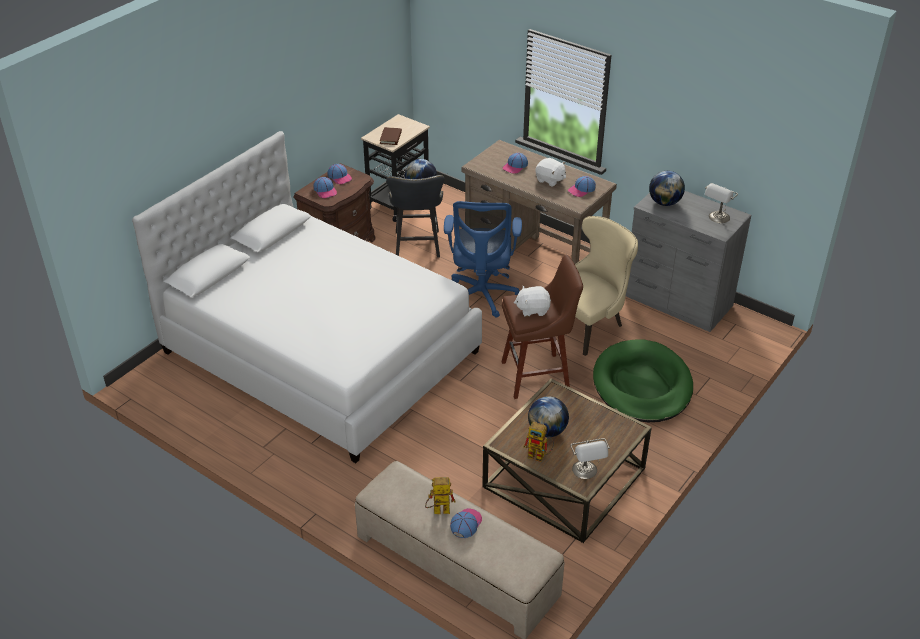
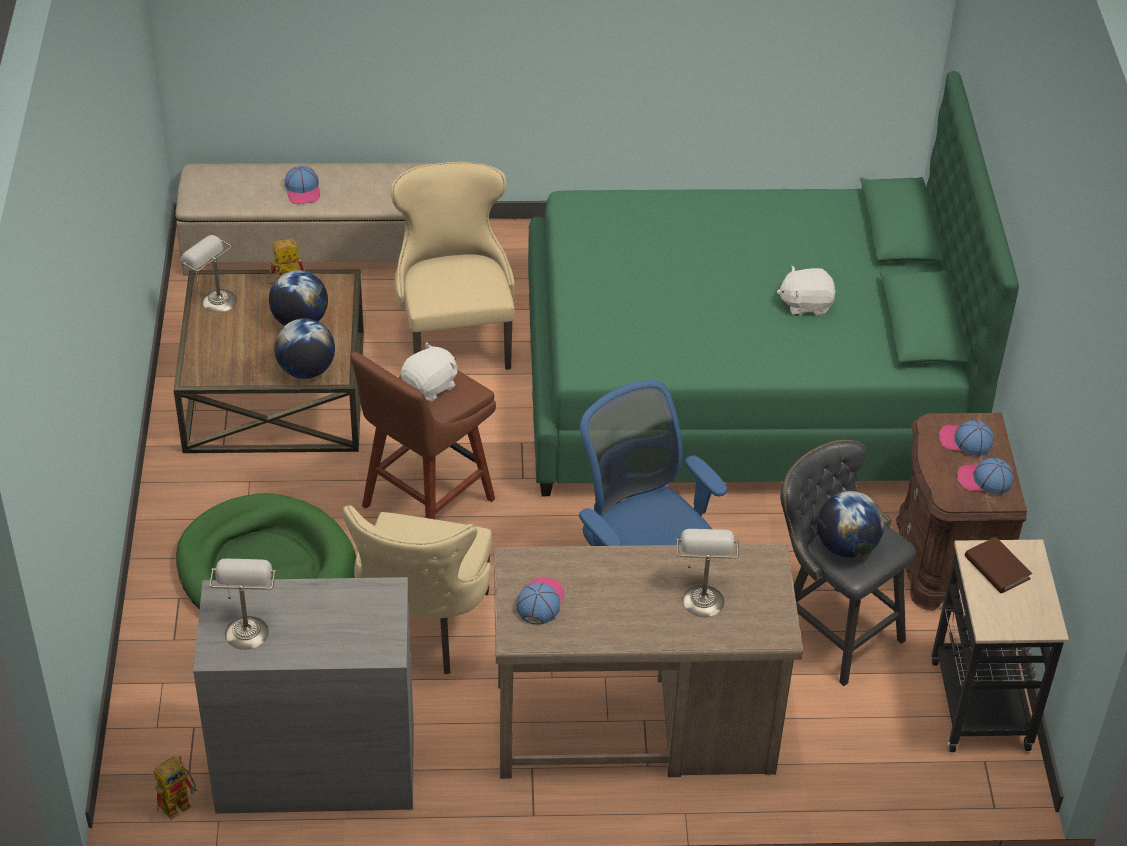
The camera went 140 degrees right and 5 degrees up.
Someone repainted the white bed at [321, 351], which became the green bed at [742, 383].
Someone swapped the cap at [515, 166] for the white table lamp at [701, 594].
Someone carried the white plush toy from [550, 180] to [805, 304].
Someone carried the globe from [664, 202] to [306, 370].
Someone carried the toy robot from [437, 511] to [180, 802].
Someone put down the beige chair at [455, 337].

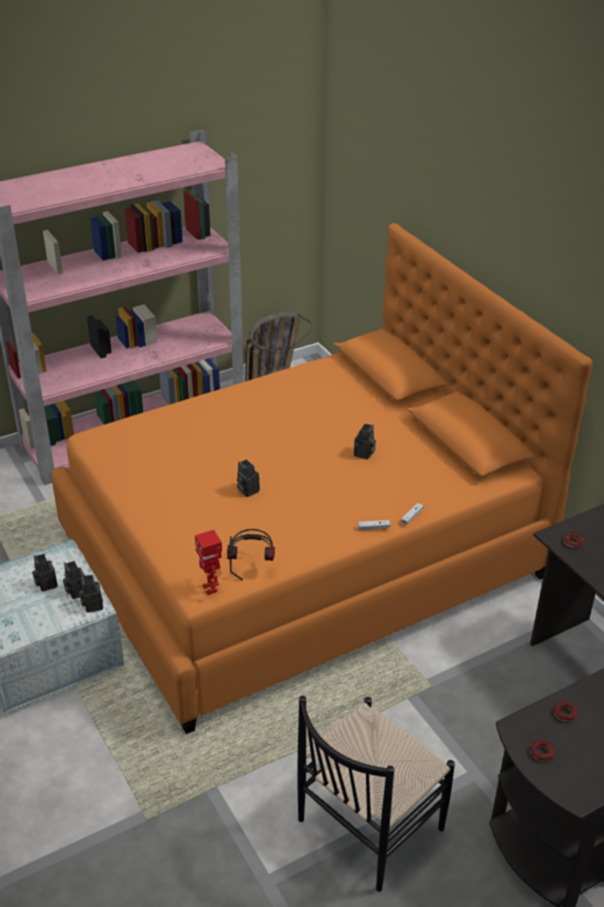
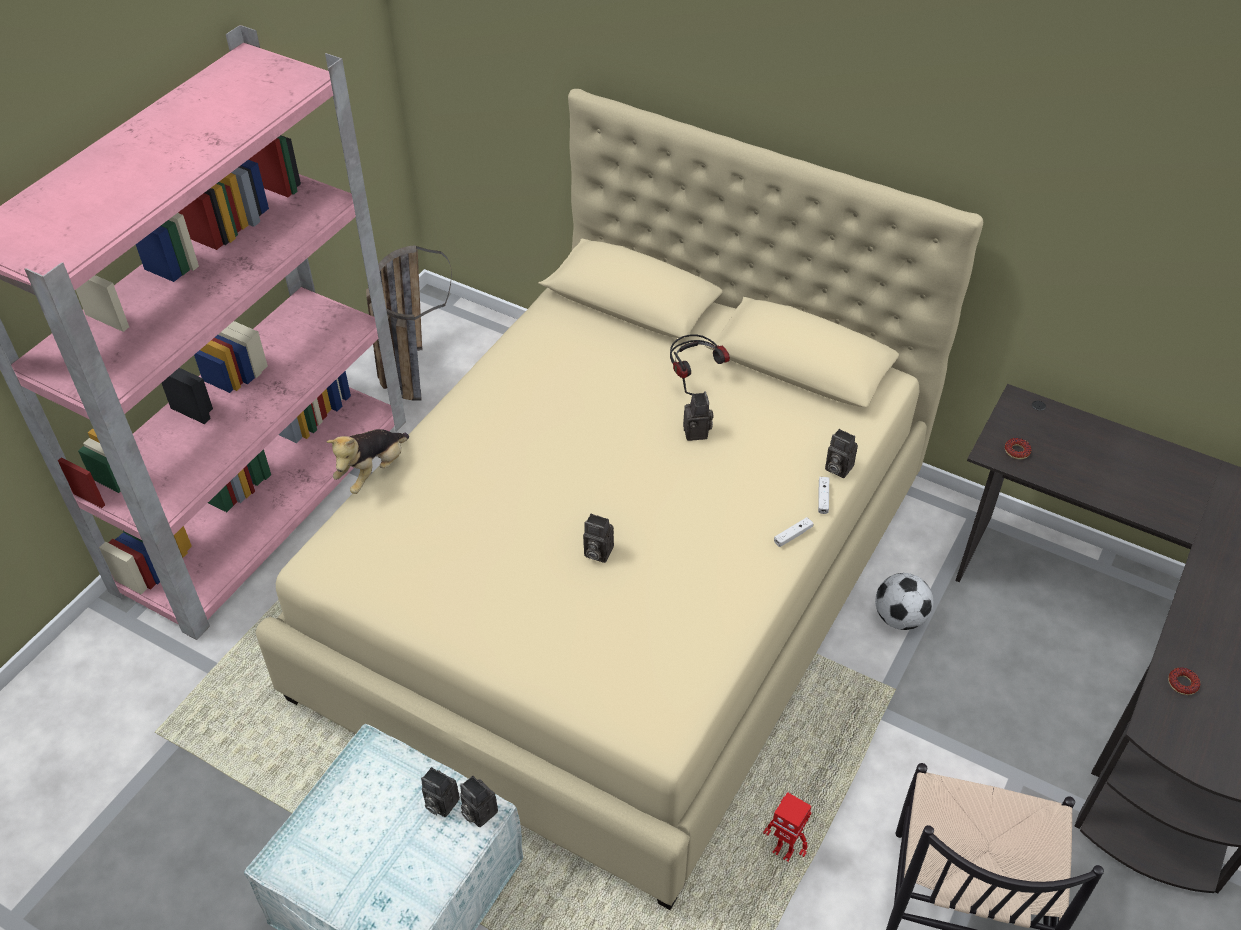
The camera went 30 degrees left and 10 degrees up.
Someone repainted the orange bed at [302, 554], which became the beige bed at [622, 584].
Someone carried the headphones from [252, 565] to [694, 378].
Someone carried the toy robot from [210, 588] to [784, 851].
Someone carried the photo camera from [45, 584] to [837, 468].
Someone took away the donut at [541, 753].
Someone put down the plush toy at [373, 471].
Someone put down the football at [899, 618].

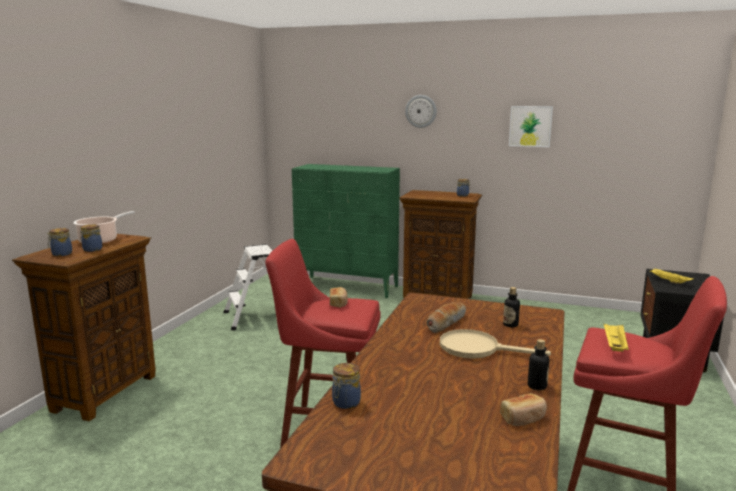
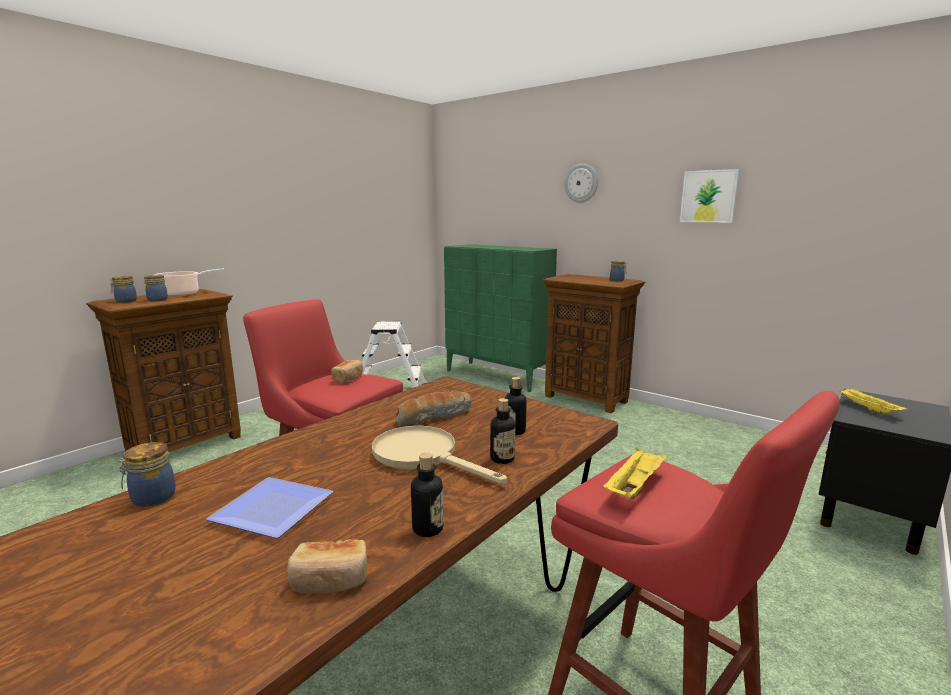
The camera went 20 degrees right and 0 degrees up.
Someone put down the bottle at [502, 459].
Someone put down the plate at [273, 512].

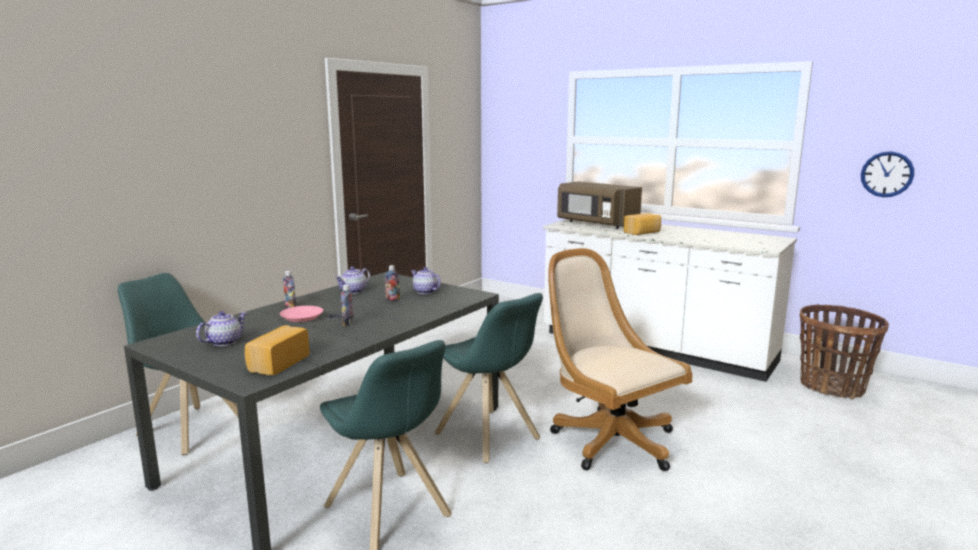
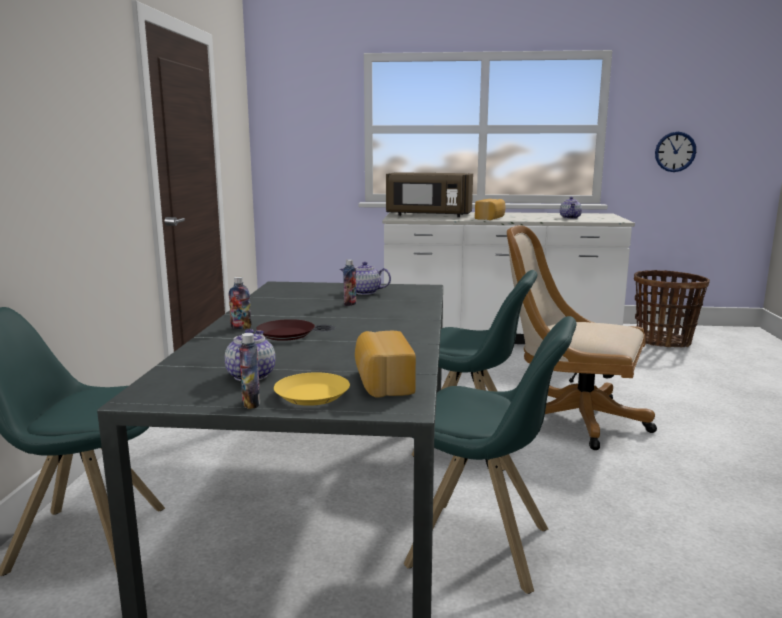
The camera went 30 degrees left and 0 degrees up.
Someone carried the teapot from [353, 291] to [570, 218].
Someone carried the bottle from [348, 324] to [251, 403].
Someone repainted the pink plate at [302, 317], which became the brown plate at [286, 334].
Someone put down the yellow plate at [311, 395].

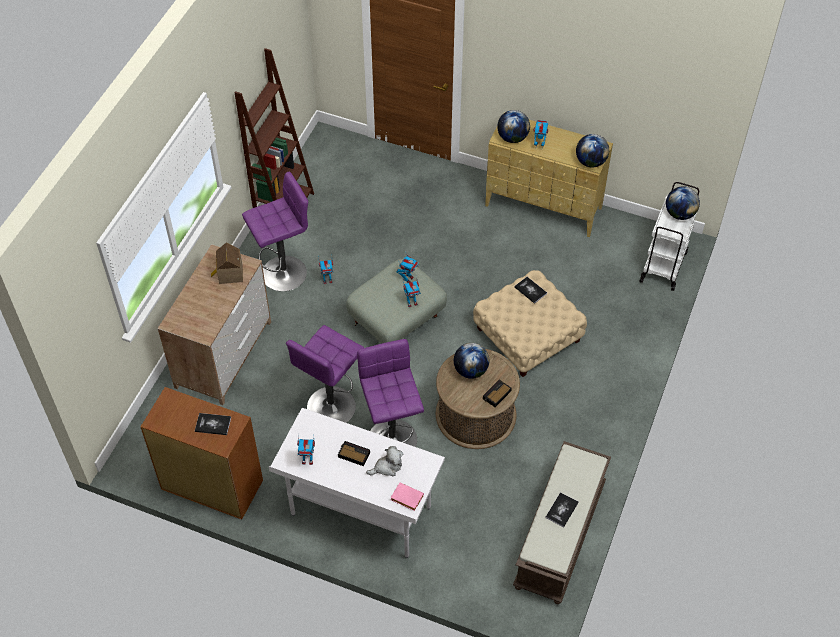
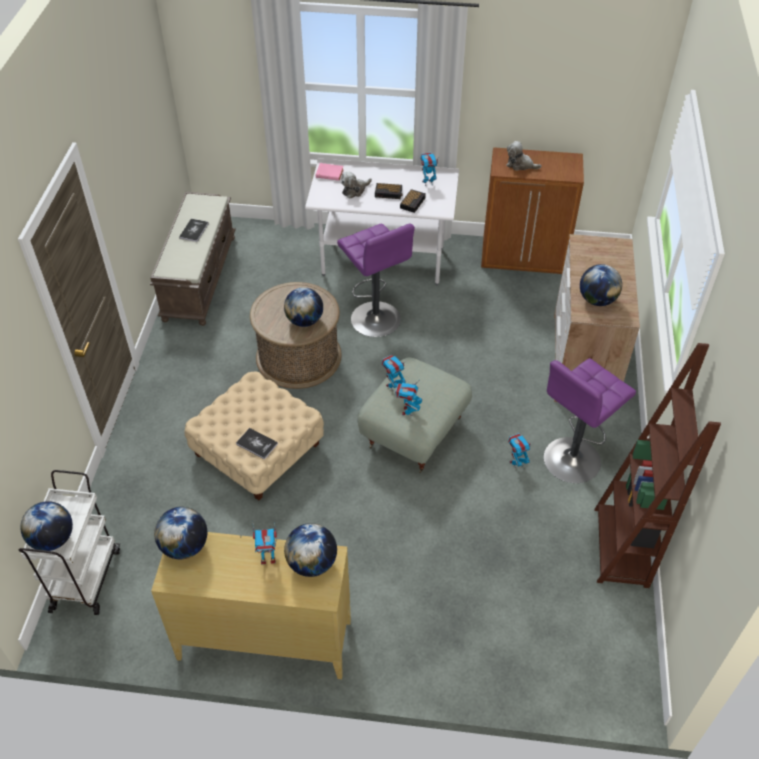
The camera went 165 degrees right and 5 degrees down.
Someone swapped the toy house at [229, 274] for the globe at [597, 300].
Someone took away the purple stool at [330, 407].
Someone carried the alarm clock from [496, 395] to [413, 202].
Someone swapped the book at [213, 424] for the plush toy at [520, 165].

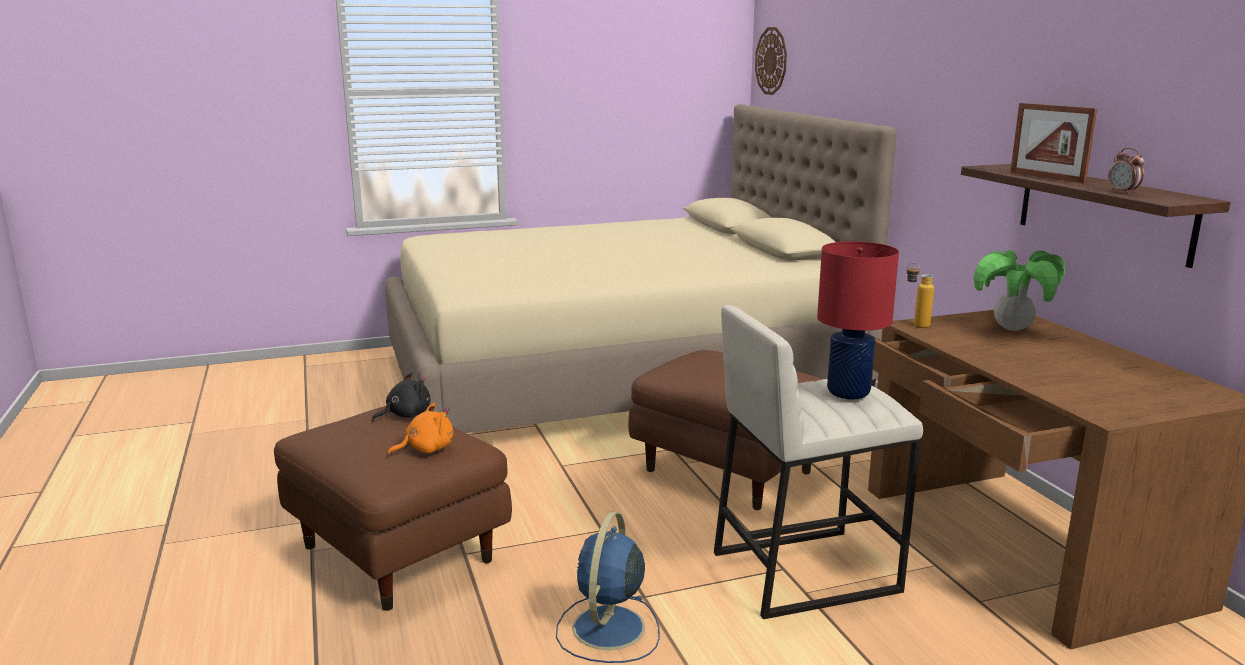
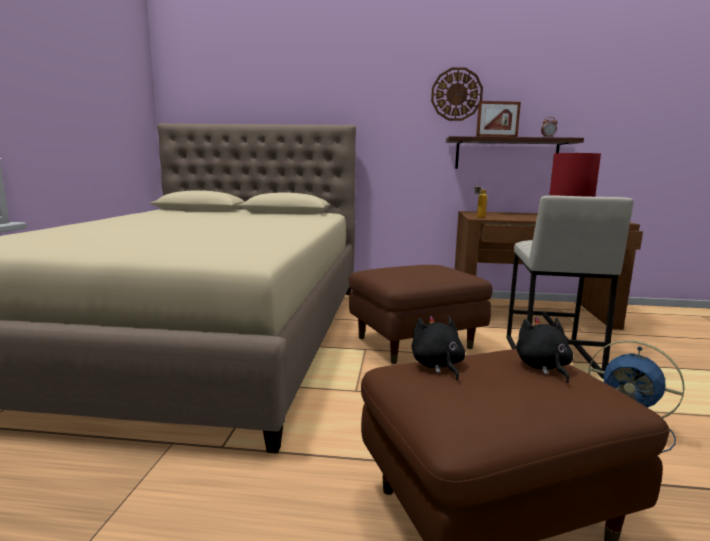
The camera went 65 degrees left and 5 degrees down.
Someone carried the wall clock from [771, 61] to [456, 94].
Someone took away the potted plant at [1012, 328].
Someone repainted the orange plush toy at [426, 449], which became the black plush toy at [543, 367].

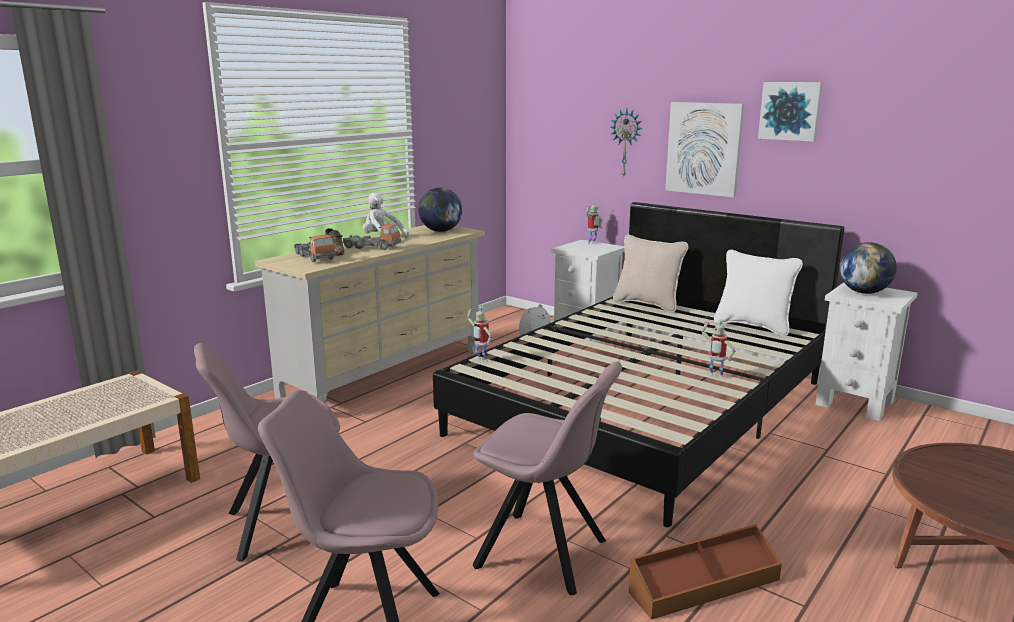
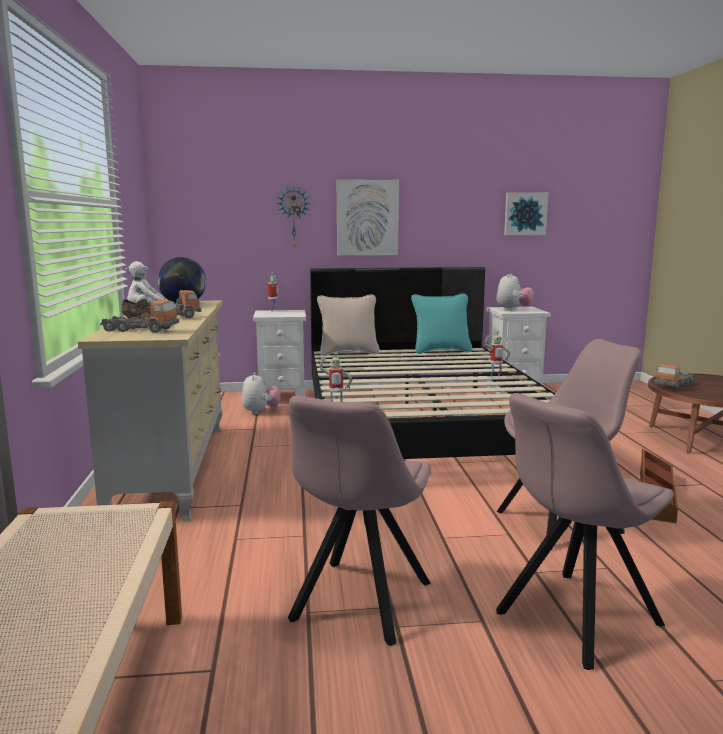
The camera went 45 degrees left and 5 degrees down.
Someone carried the picture from [790, 111] to [525, 214].
Someone swapped the globe at [864, 292] for the plush toy at [513, 310].
Someone repainted the white pillow at [753, 326], which became the turquoise pillow at [441, 351].
Someone put down the toy truck at [674, 384].

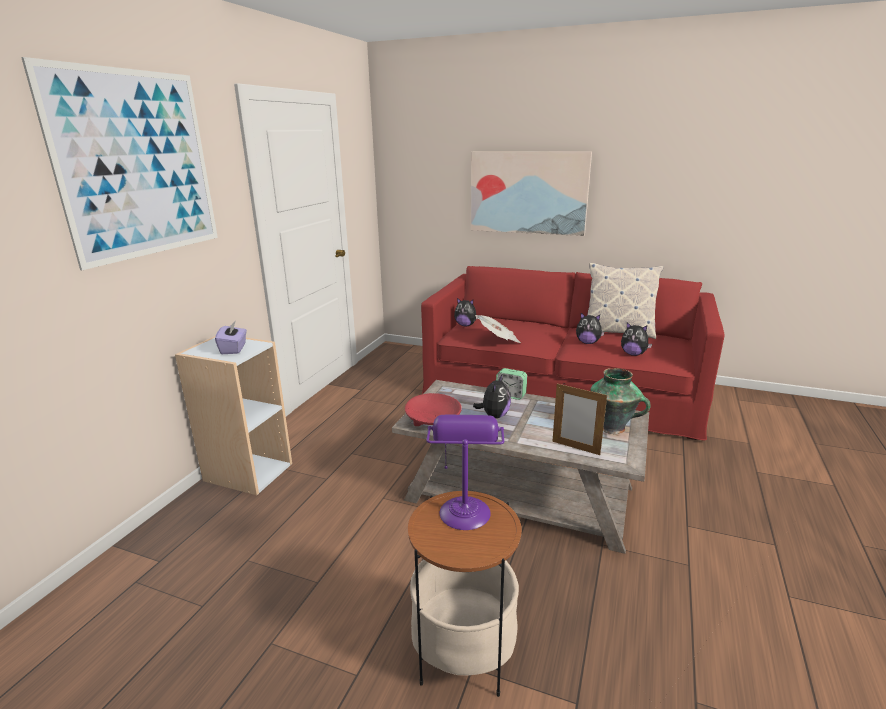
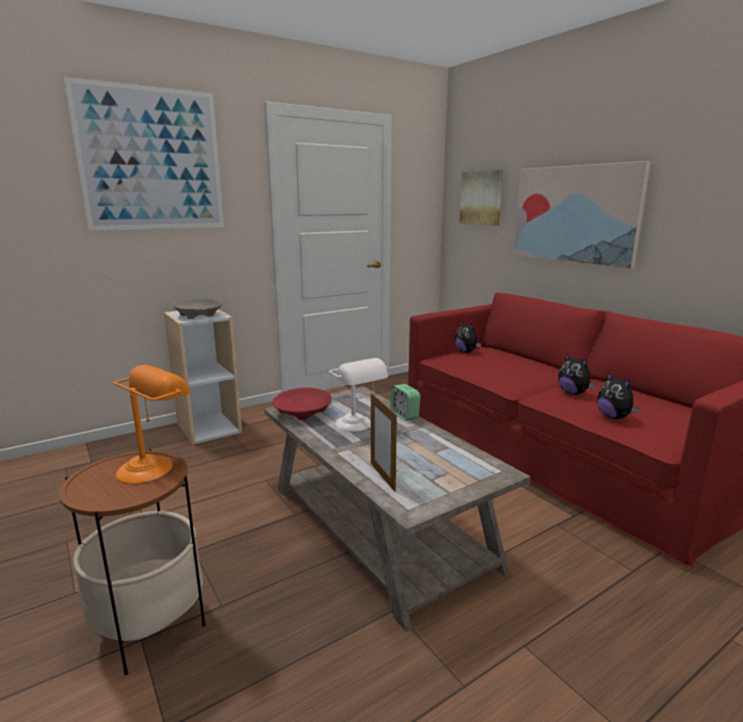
The camera went 35 degrees right and 5 degrees down.
Someone took away the pillow at [618, 332].
Someone took away the newspaper at [498, 340].
Someone swapped the purple tissue box at [234, 349] for the beige bowl at [199, 315].
Someone took away the vase at [613, 428].
Someone swapped the plush toy at [494, 415] for the white table lamp at [358, 426].
Someone repainted the purple table lamp at [463, 505], which became the orange table lamp at [154, 464].
Someone put up the picture at [481, 198].

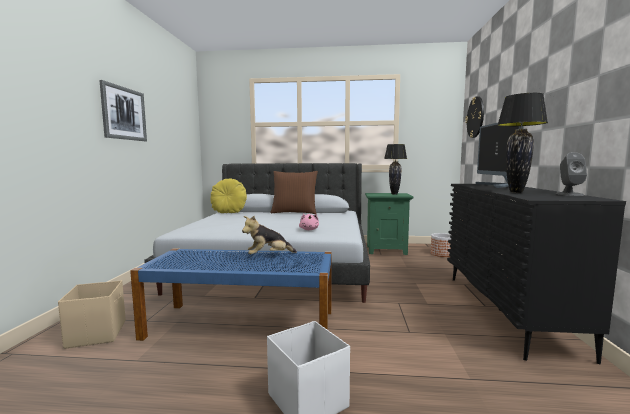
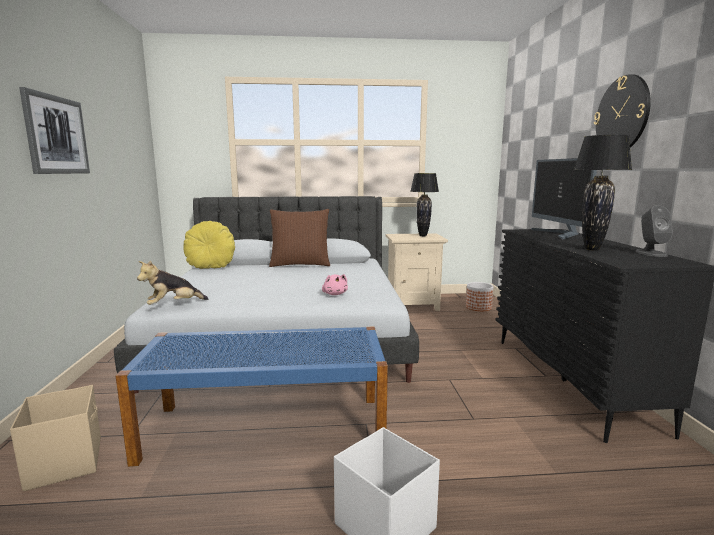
The camera went 10 degrees left and 5 degrees up.
Someone carried the wall clock from [475, 117] to [622, 115].
Someone repainted the green nightstand at [387, 250], which became the beige nightstand at [414, 305].
Someone carried the plush toy from [268, 256] to [173, 305].

